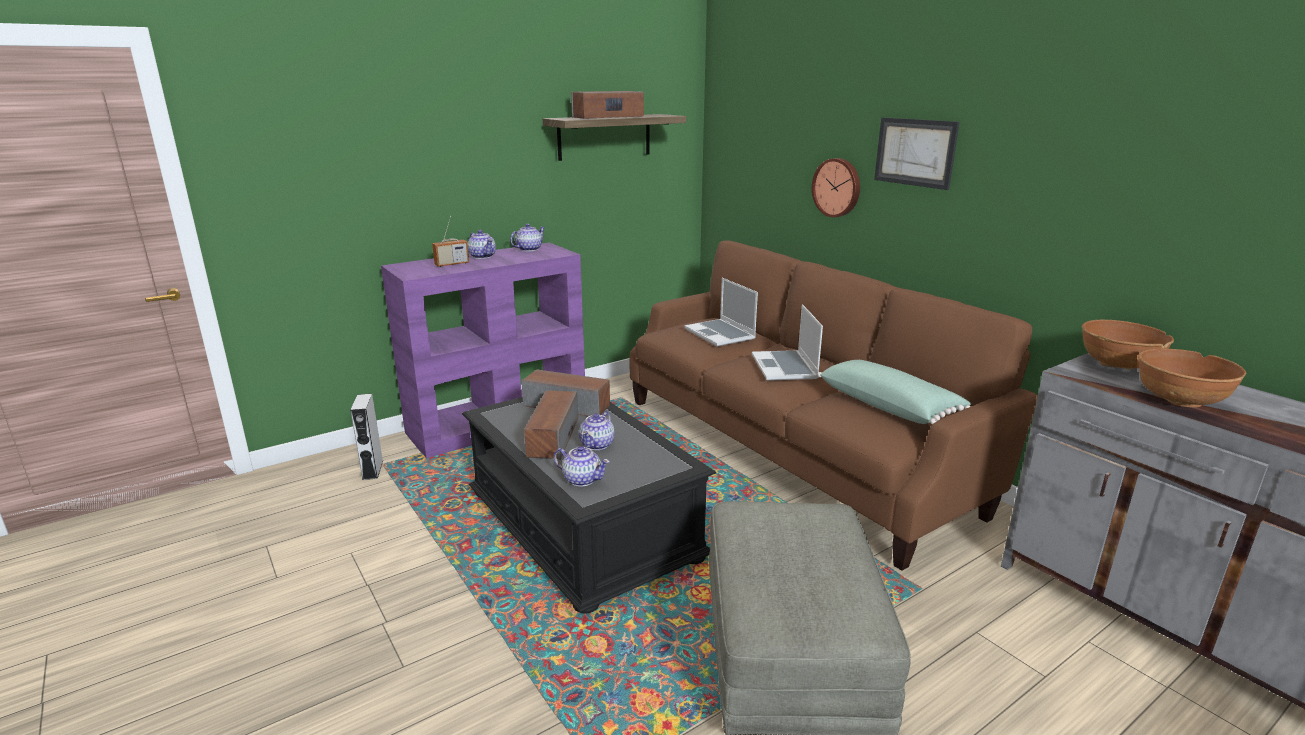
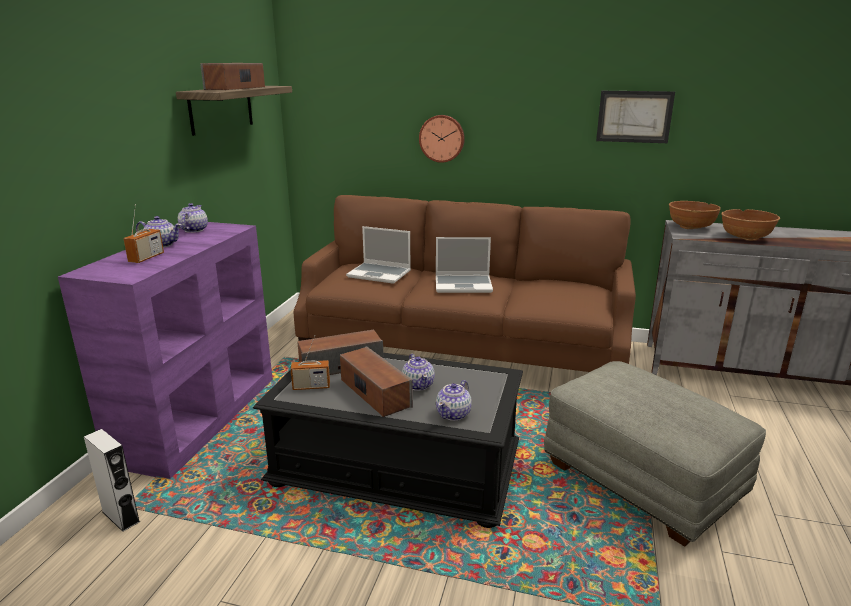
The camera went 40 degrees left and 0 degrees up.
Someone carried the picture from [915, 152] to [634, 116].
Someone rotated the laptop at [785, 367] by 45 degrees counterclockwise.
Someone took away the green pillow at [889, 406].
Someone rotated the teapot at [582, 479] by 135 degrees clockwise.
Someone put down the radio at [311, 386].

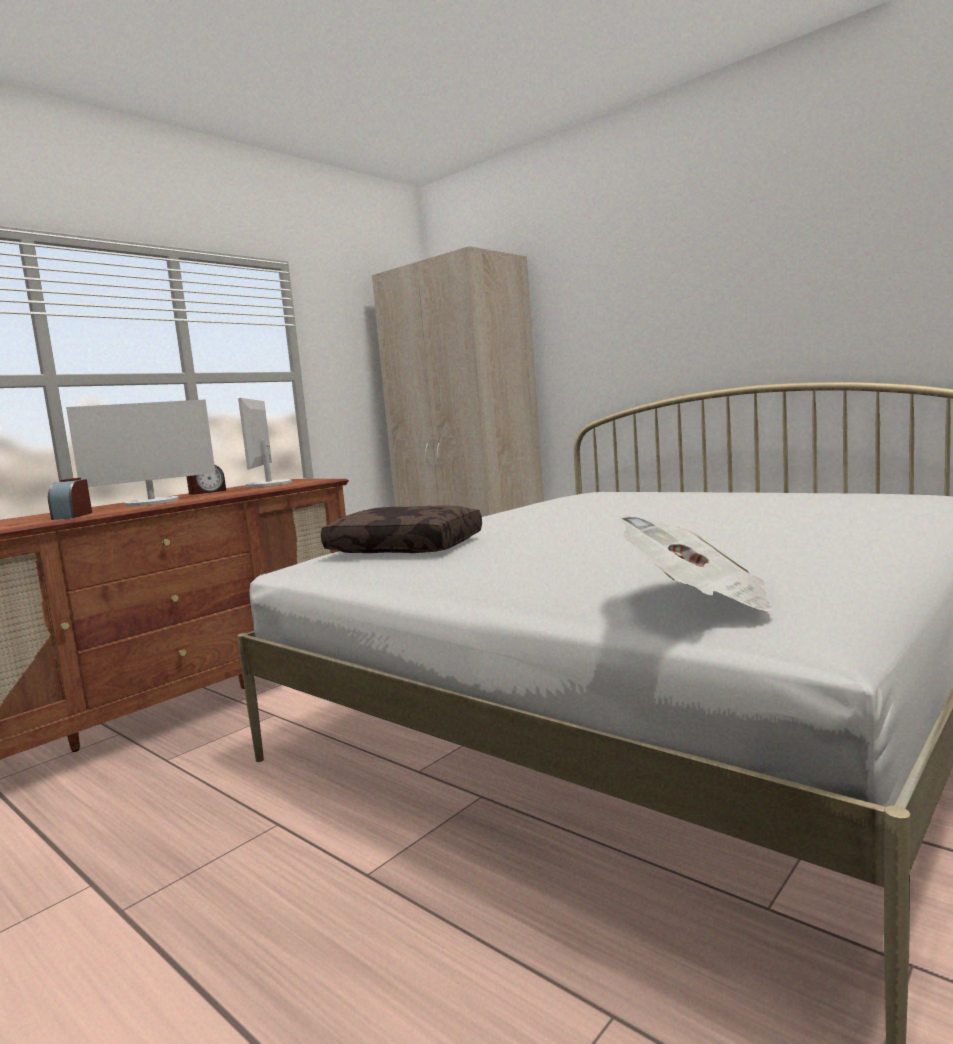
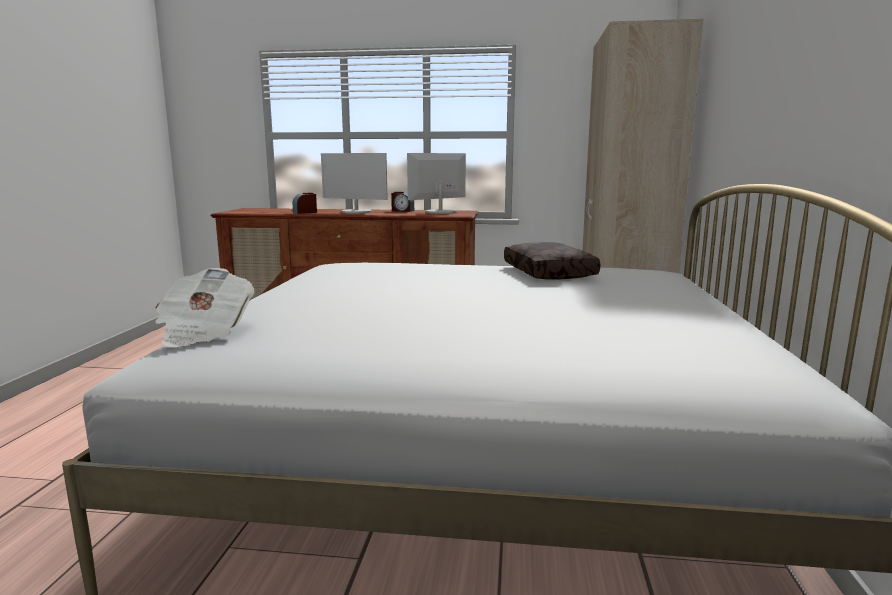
The camera went 55 degrees right and 5 degrees up.
Someone carried the brown pillow from [407, 547] to [550, 273].

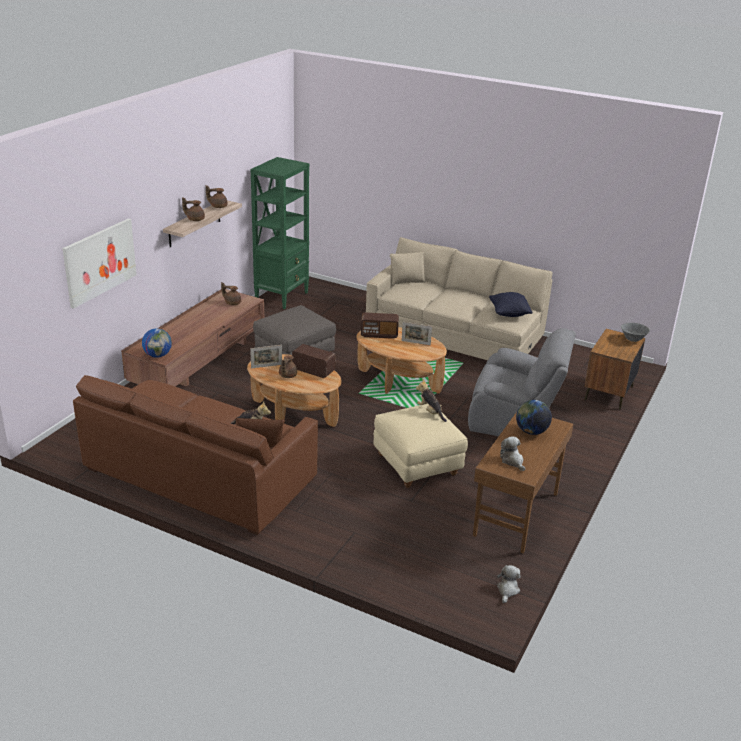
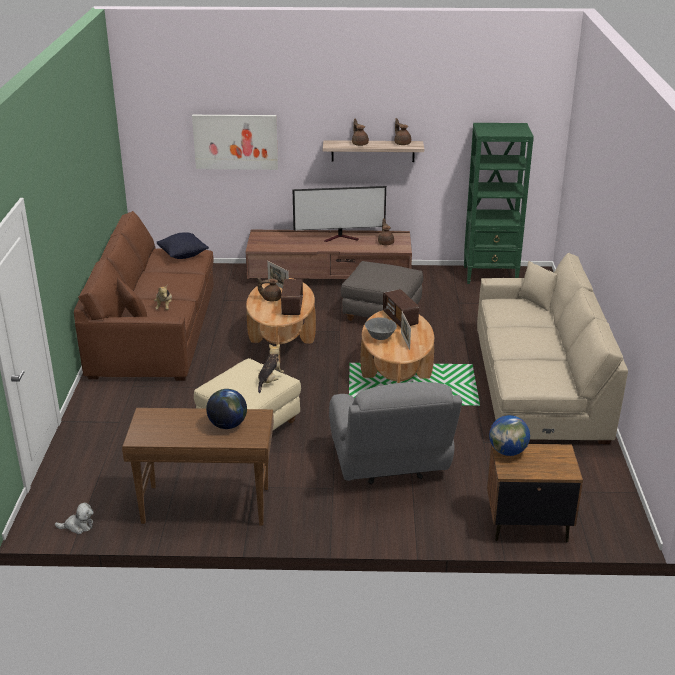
The camera went 65 degrees right and 0 degrees up.
Someone carried the black pillow from [509, 314] to [183, 255].
Someone carried the grey bowl from [632, 340] to [380, 338].
Someone carried the globe from [158, 355] to [508, 451].
Someone took away the plush toy at [512, 461].
Someone put down the television at [341, 238].

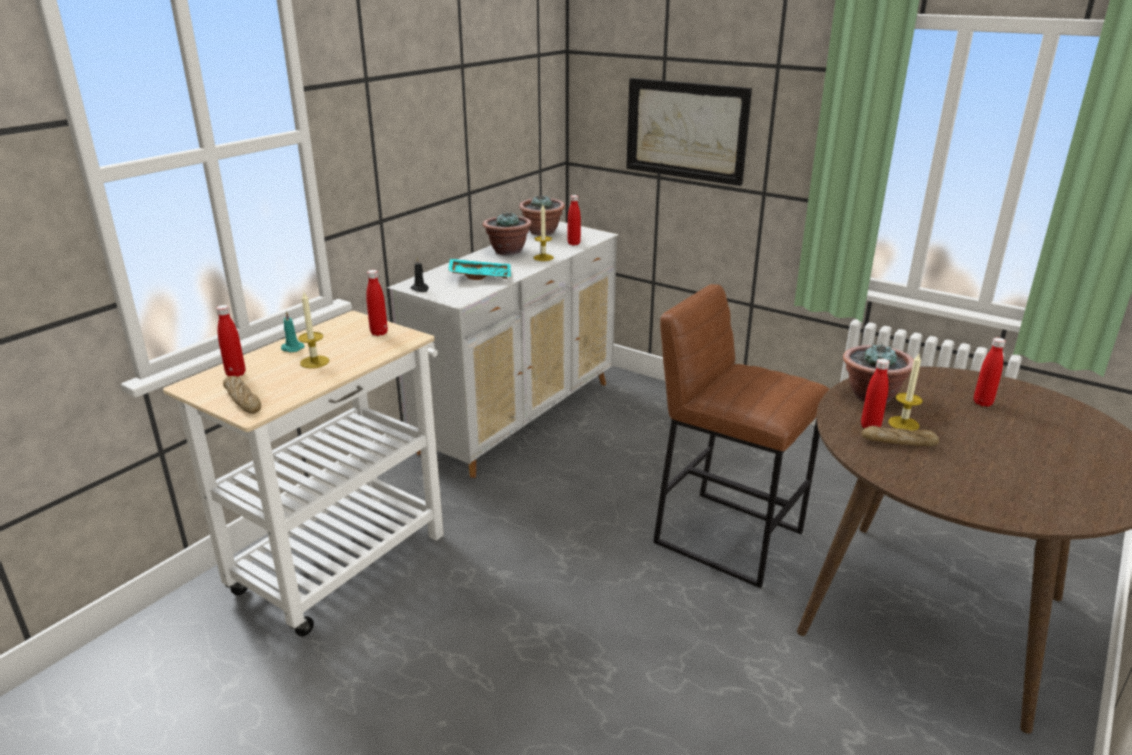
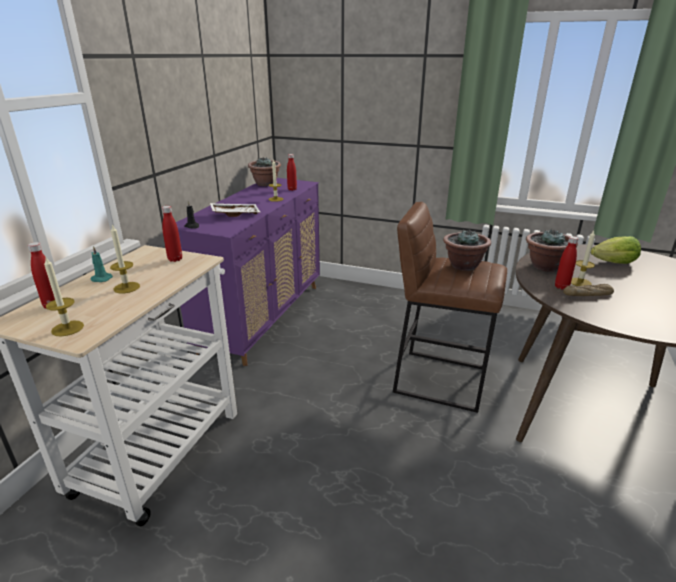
The camera went 15 degrees left and 0 degrees up.
Someone took away the picture at [686, 130].
Someone carried the potted plant from [507, 251] to [463, 266].
Someone repainted the white cabinet at [518, 416], which became the purple cabinet at [263, 317].
Someone repainted the turquoise tray at [480, 276], which became the white tray at [235, 214].
Someone swapped the red bottle at [982, 403] for the lettuce at [614, 263].
Someone swapped the bread at [243, 400] for the candle at [67, 328].

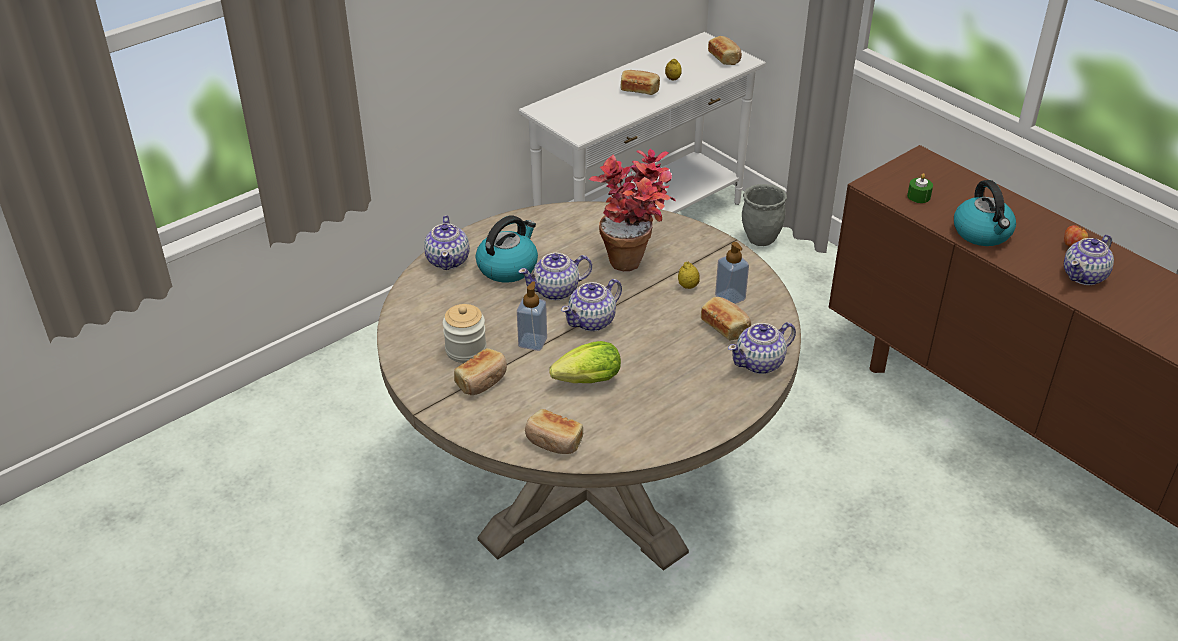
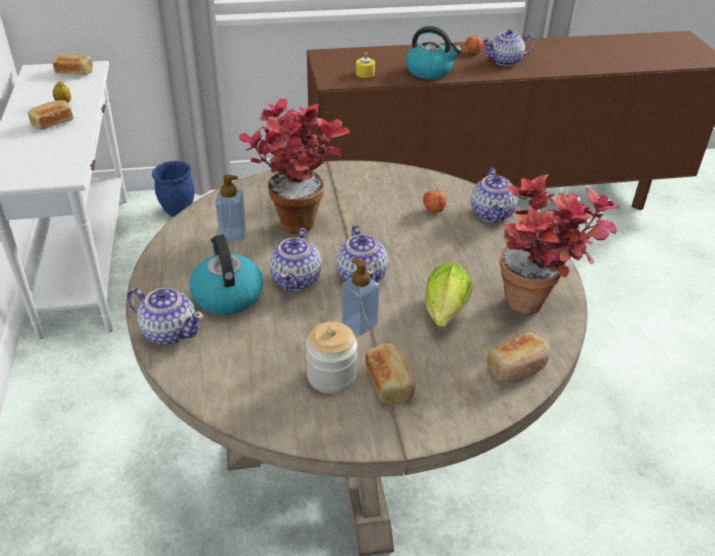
The camera went 60 degrees left and 0 degrees up.
Someone repainted the green candle at [918, 196], which became the yellow candle at [365, 73].
Someone repainted the grey planter at [761, 239], which became the blue planter at [178, 211].
Someone rotated the teapot at [1085, 276] by 90 degrees clockwise.
Someone carried the soap dispenser from [730, 297] to [233, 235].
Someone took away the lemon at [688, 286].
Someone swapped the bread at [725, 327] for the apple at [433, 210].
Someone put down the potted plant at [538, 305].

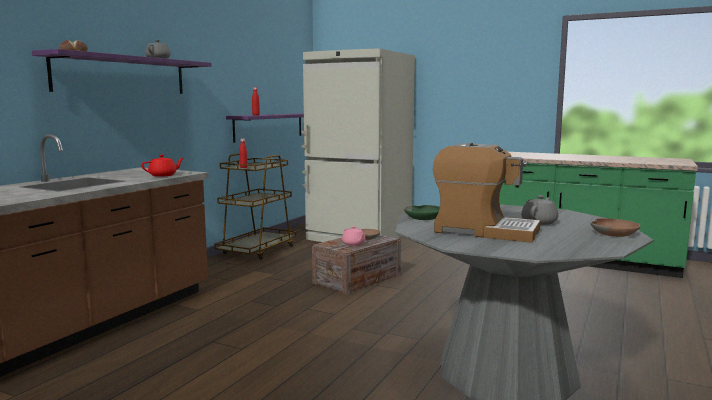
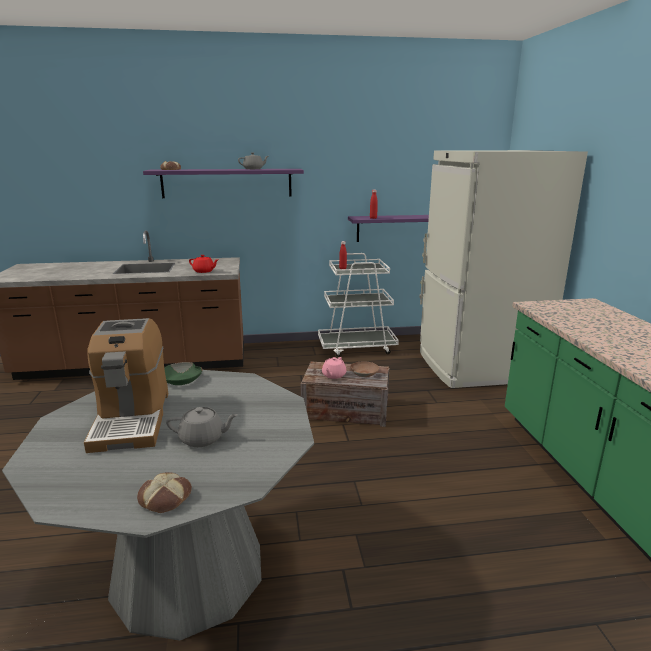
The camera went 55 degrees right and 10 degrees up.
Someone repainted the brown cart at [257, 251], which became the white cart at [357, 347].
Someone swapped the brown bowl at [614, 233] for the bread at [166, 498].

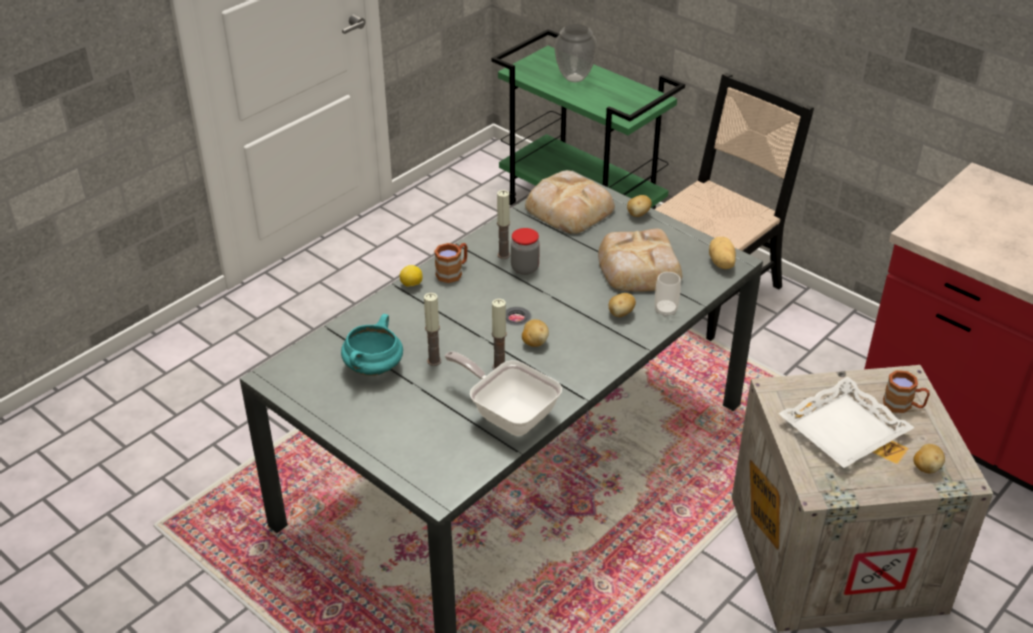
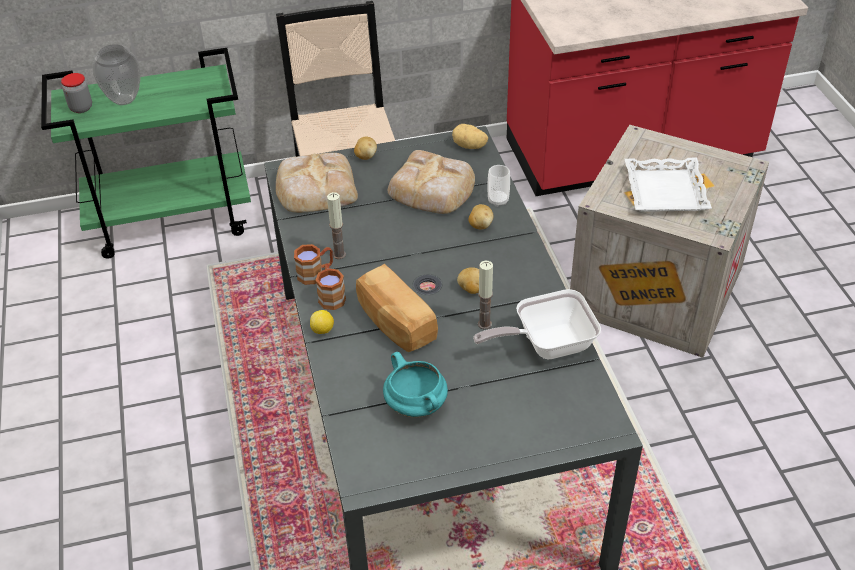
The camera went 55 degrees left and 5 degrees up.
Someone carried the jar from [524, 268] to [81, 108].
Someone took away the candle at [434, 361].
Someone carried the brown mug from [903, 405] to [315, 273].
Someone took away the potato at [926, 467].
Someone put down the bread at [395, 323].

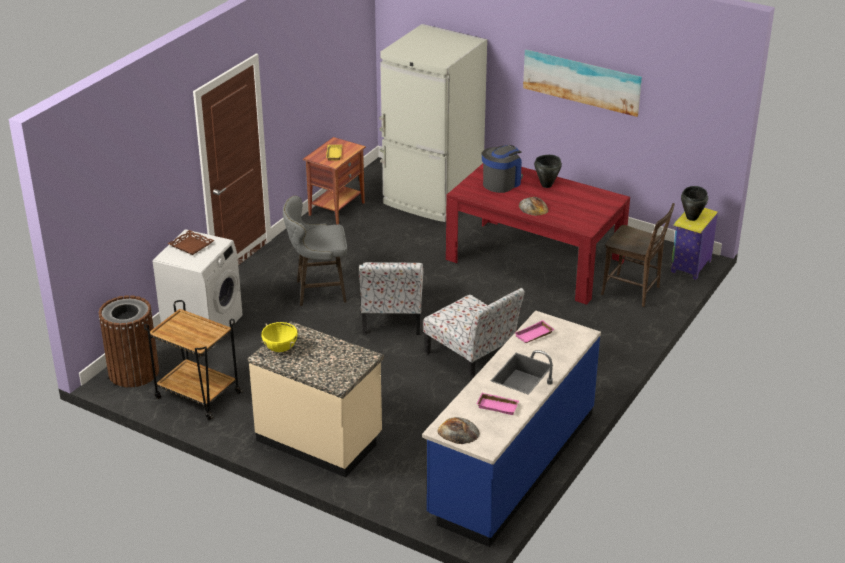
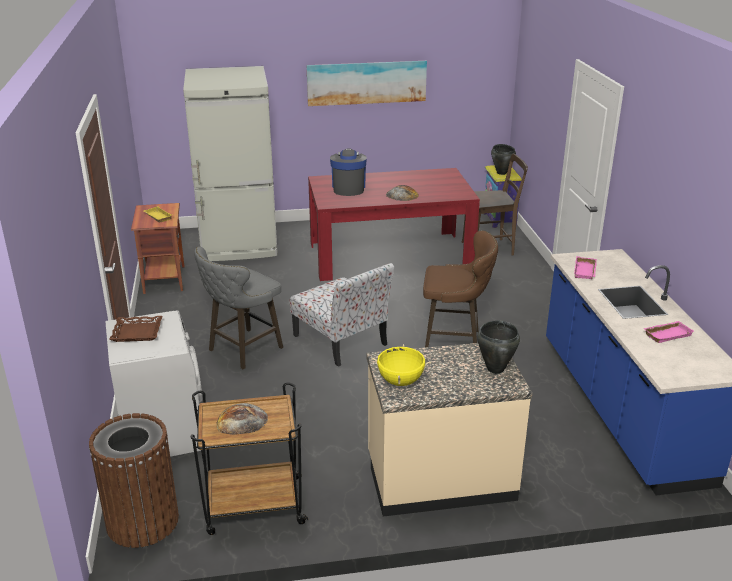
The camera went 40 degrees left and 5 degrees down.
Someone carried the black cooking pot from [546, 185] to [495, 369].
Someone swapped the chair at [472, 357] for the brown stool at [455, 342].
Someone carried the bread from [458, 432] to [242, 421].

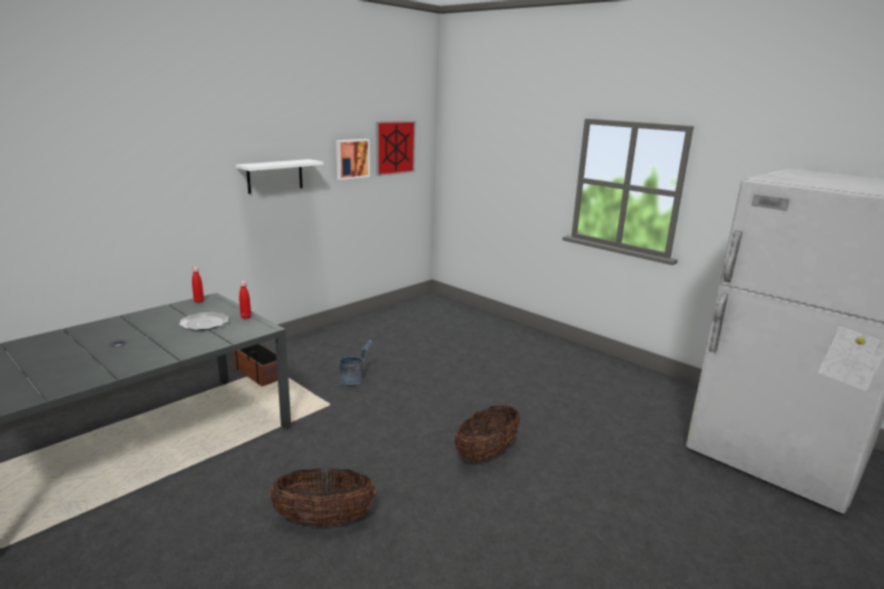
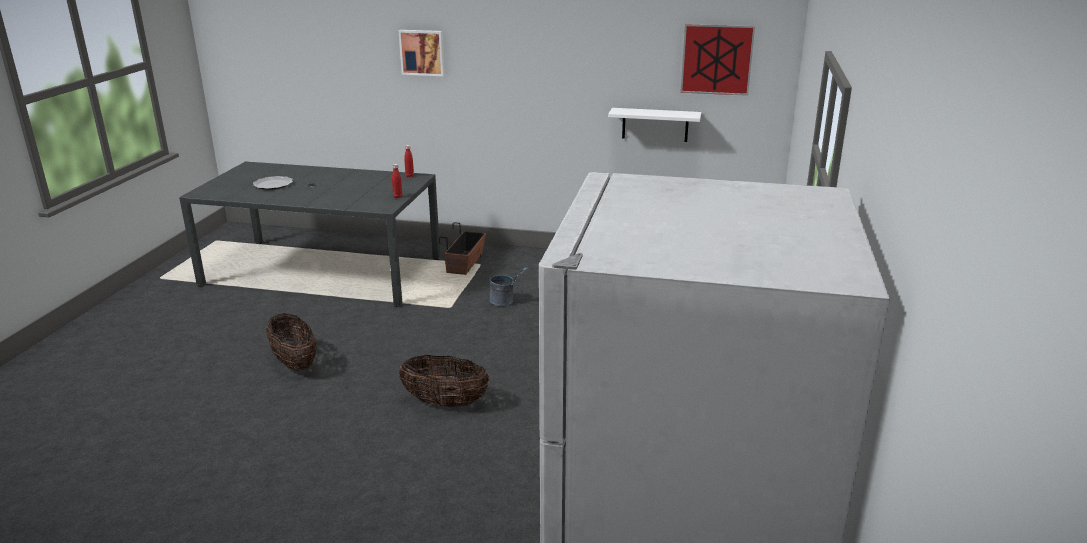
The camera went 60 degrees right and 5 degrees up.
Someone carried the picture from [351, 158] to [422, 52].
Someone carried the white shelf from [275, 176] to [655, 124].
Someone carried the plate from [204, 323] to [273, 184].

